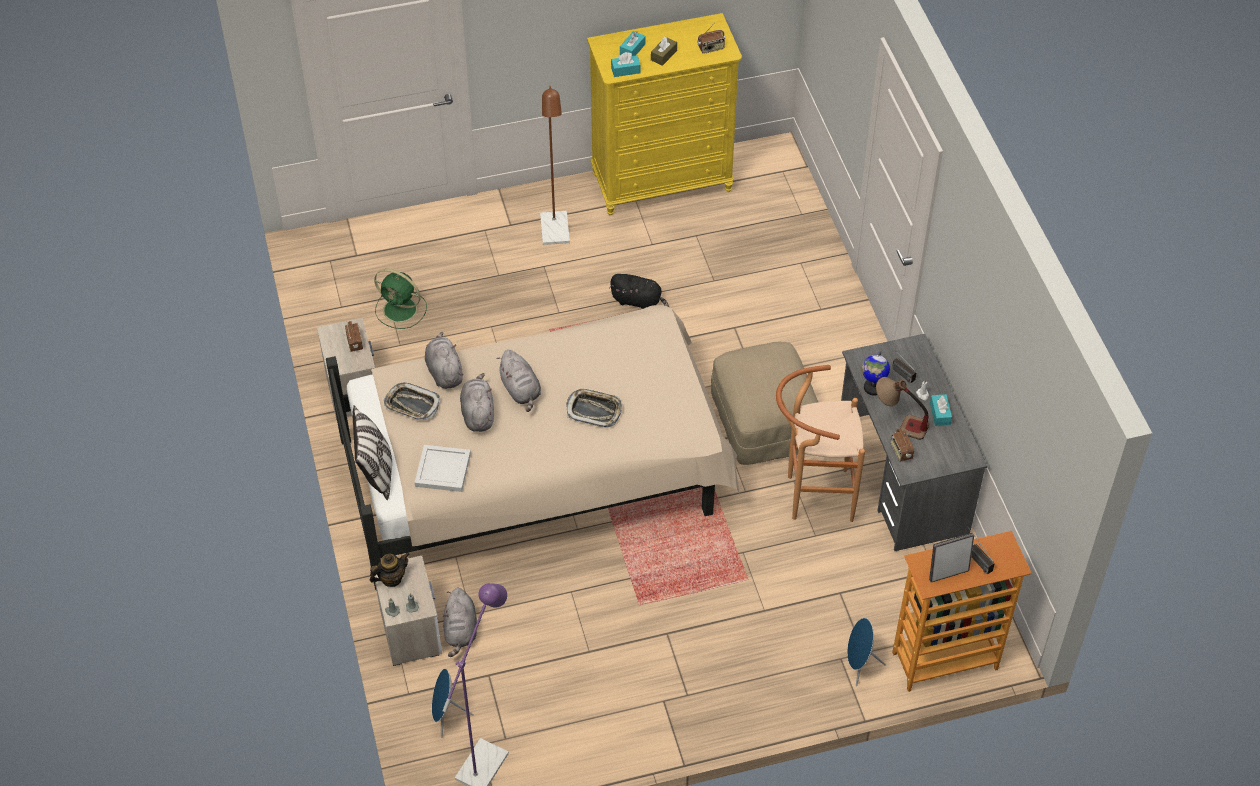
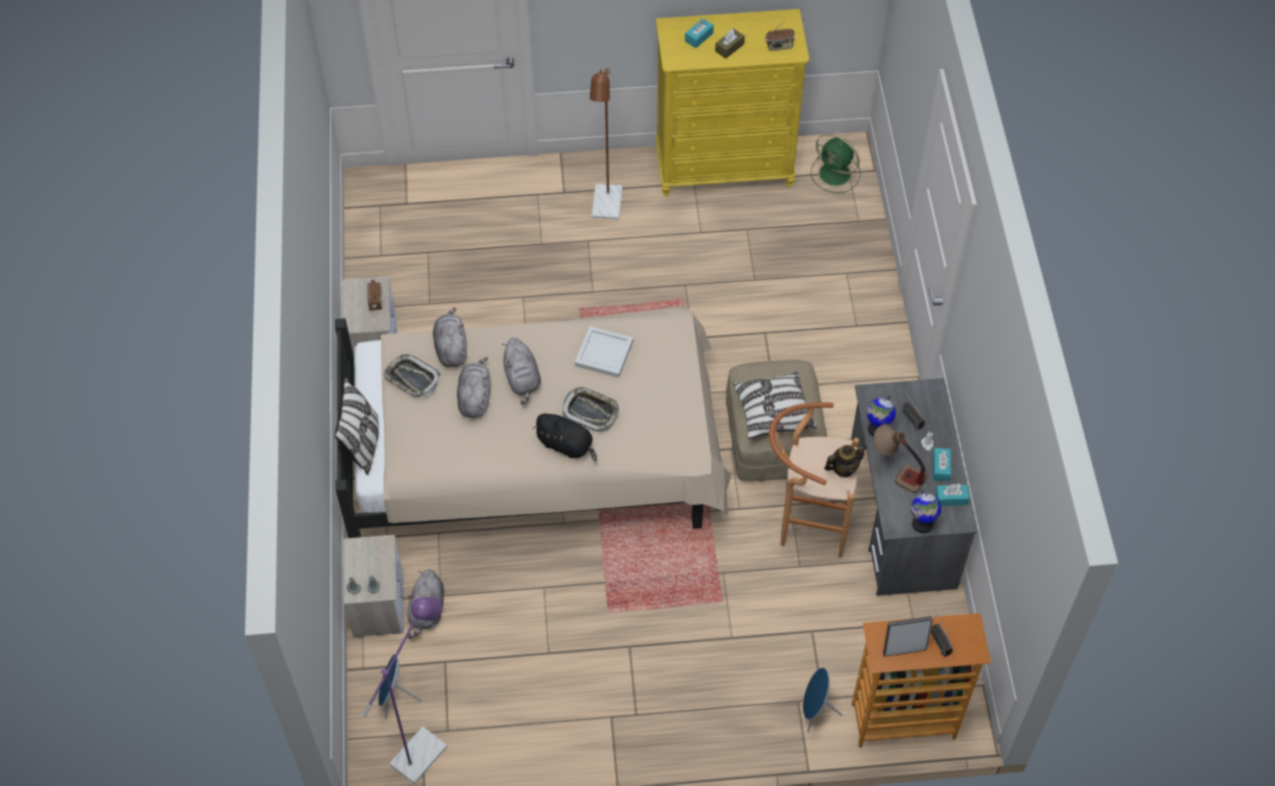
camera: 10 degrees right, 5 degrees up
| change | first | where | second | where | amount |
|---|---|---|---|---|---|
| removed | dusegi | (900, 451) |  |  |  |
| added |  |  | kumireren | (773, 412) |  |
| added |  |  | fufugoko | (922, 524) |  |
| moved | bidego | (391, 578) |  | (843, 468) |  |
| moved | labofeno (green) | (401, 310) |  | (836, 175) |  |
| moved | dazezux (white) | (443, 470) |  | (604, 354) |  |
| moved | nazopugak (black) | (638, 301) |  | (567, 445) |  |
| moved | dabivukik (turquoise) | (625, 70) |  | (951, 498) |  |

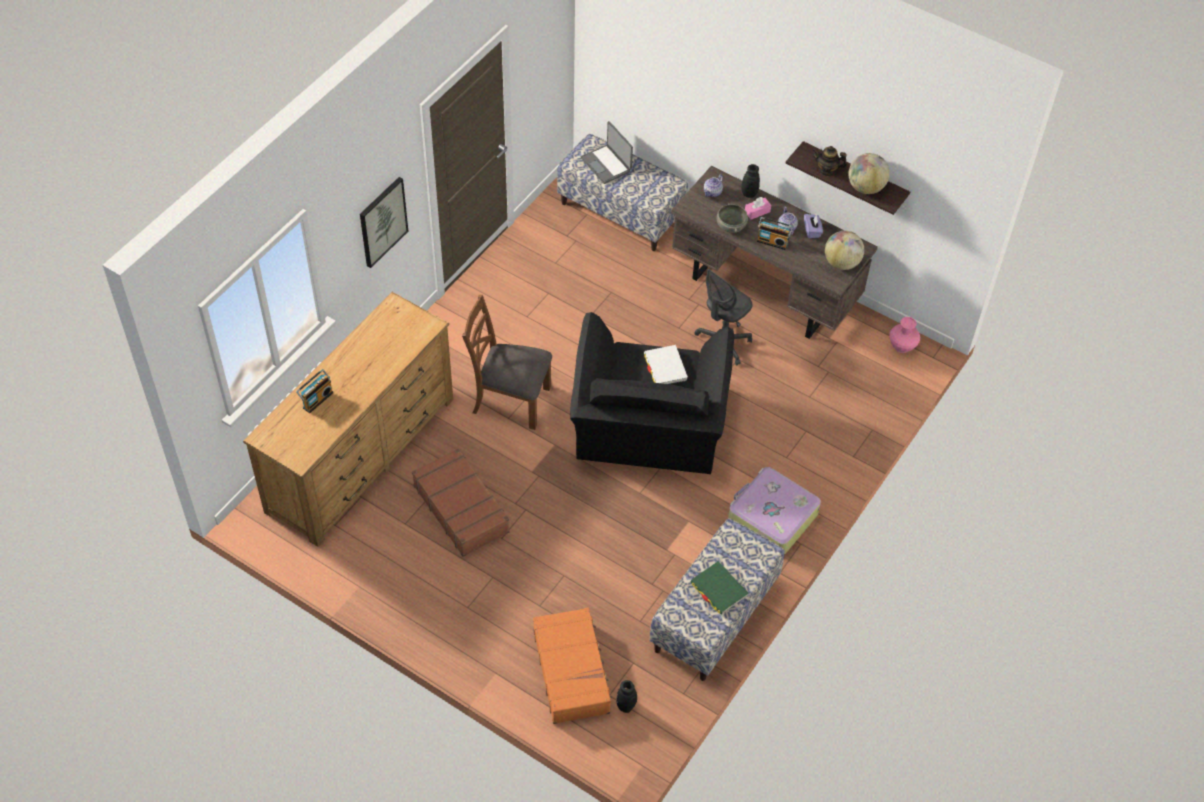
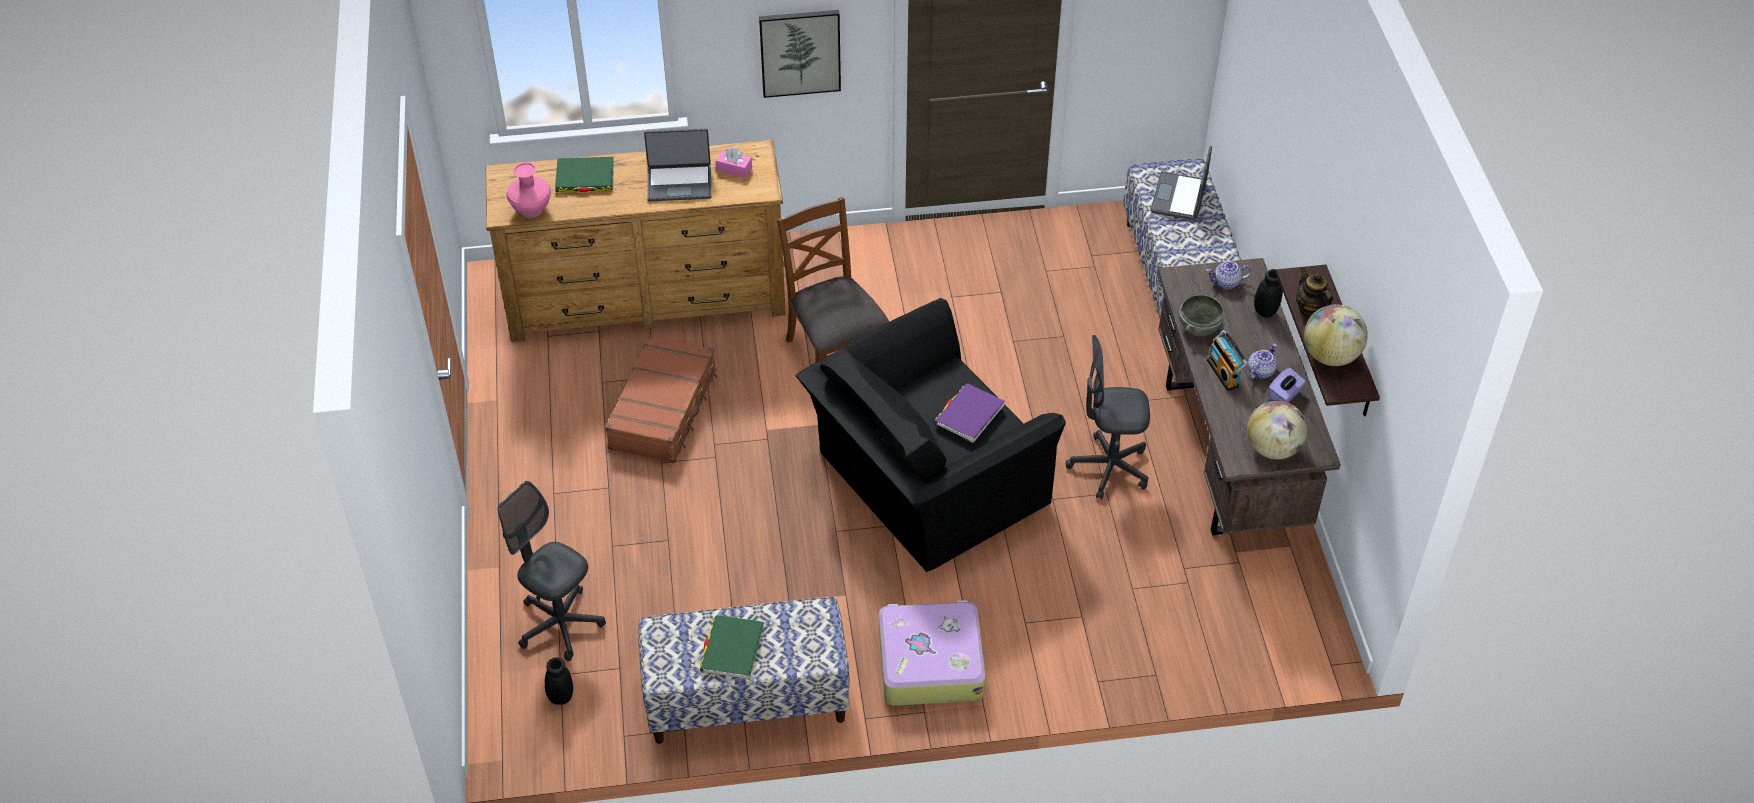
camera: 50 degrees right, 5 degrees down
| change | first | where | second | where | amount |
|---|---|---|---|---|---|
| added |  |  | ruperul | (679, 183) |  |
| moved | dabivukik (pink) | (757, 212) |  | (734, 169) |  |
| moved | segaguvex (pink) | (901, 346) |  | (531, 209) |  |
| replaced | dusegi | (316, 399) | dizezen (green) | (585, 177) |  |
| replaced | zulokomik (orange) | (572, 671) | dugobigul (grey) | (560, 624) |  |
| recoloured | dizezen (white) | (665, 367) | dizezen (purple) | (969, 415) |  |

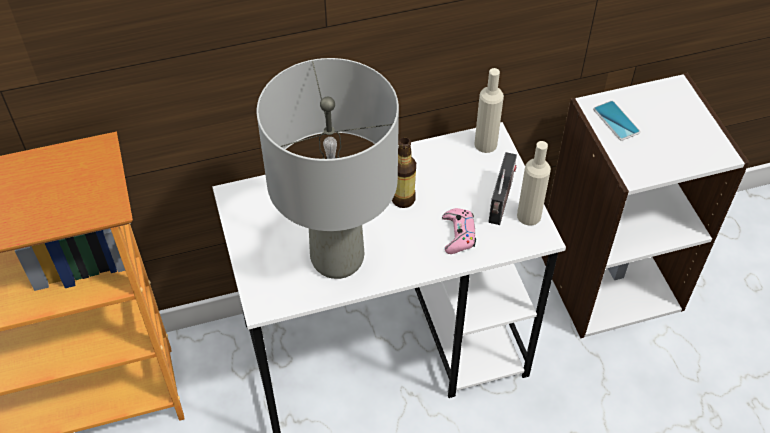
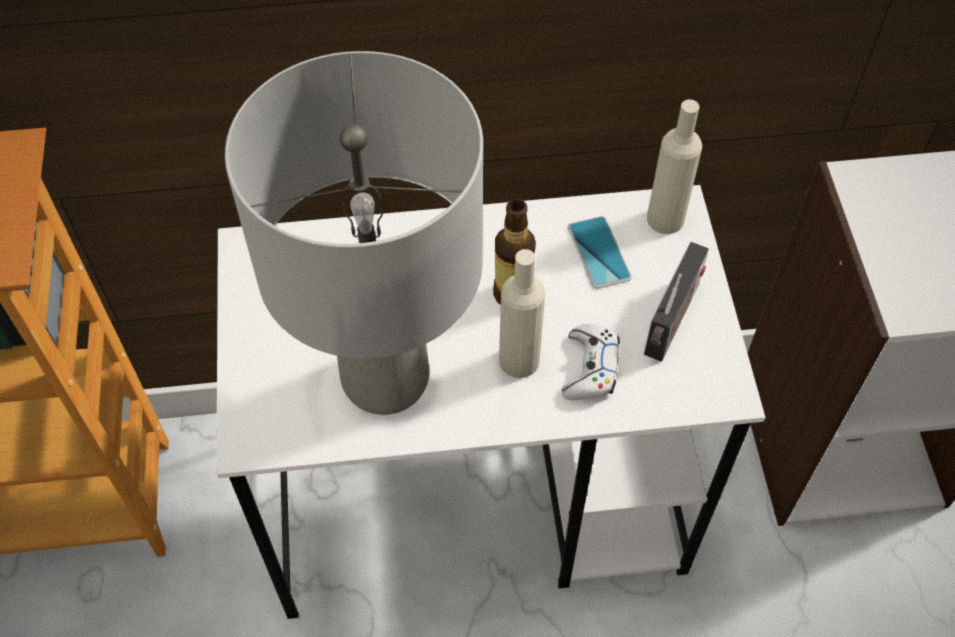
camera: 10 degrees right, 5 degrees up
| change | first | where | second | where | amount |
|---|---|---|---|---|---|
| moved | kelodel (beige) | (529, 215) |  | (519, 360) |  |
| moved | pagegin | (616, 121) |  | (598, 253) |  |
| recoloured | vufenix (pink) | (458, 235) | vufenix (white) | (590, 368) |  |

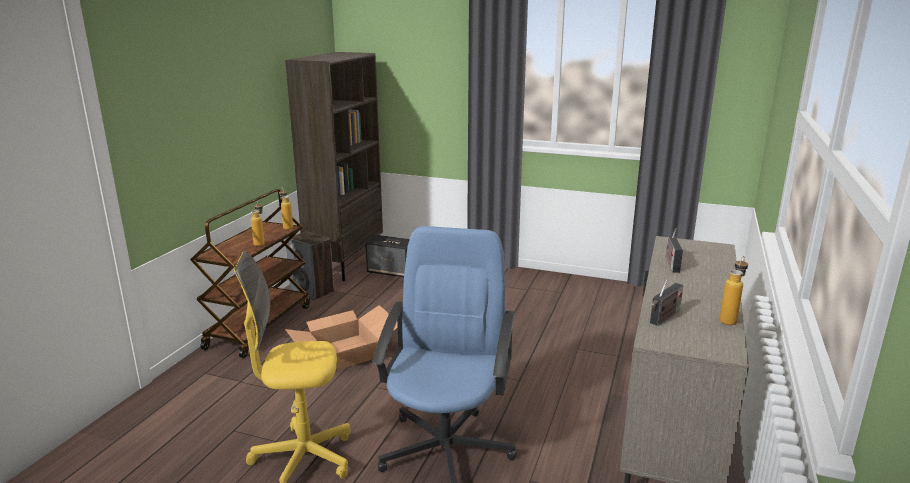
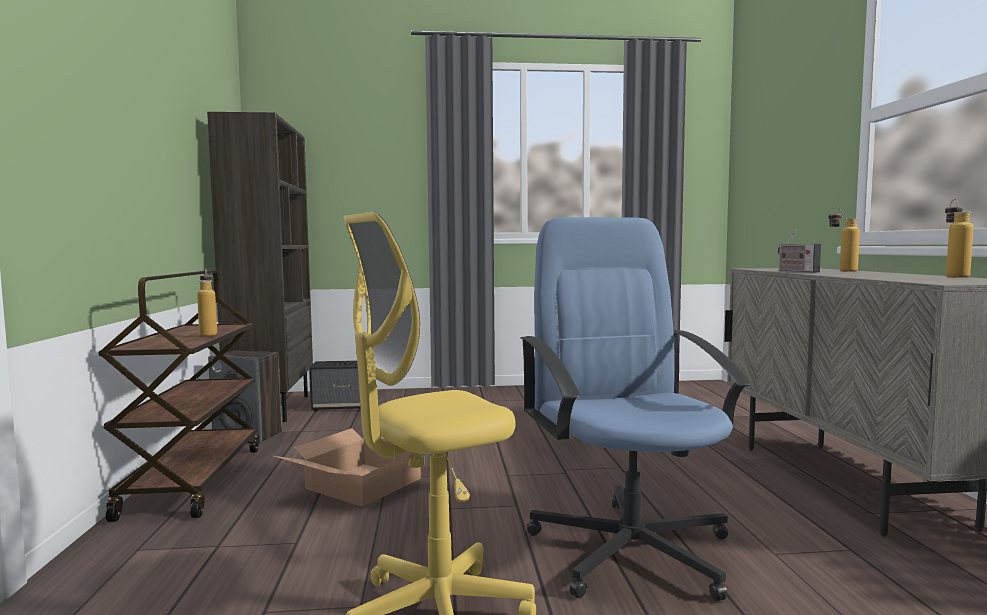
camera: 25 degrees left, 15 degrees down
| change | first | where | second | where | amount |
|---|---|---|---|---|---|
| removed | dusegi | (664, 317) |  |  |  |
| moved | kelodel | (287, 227) |  | (841, 271) |  |

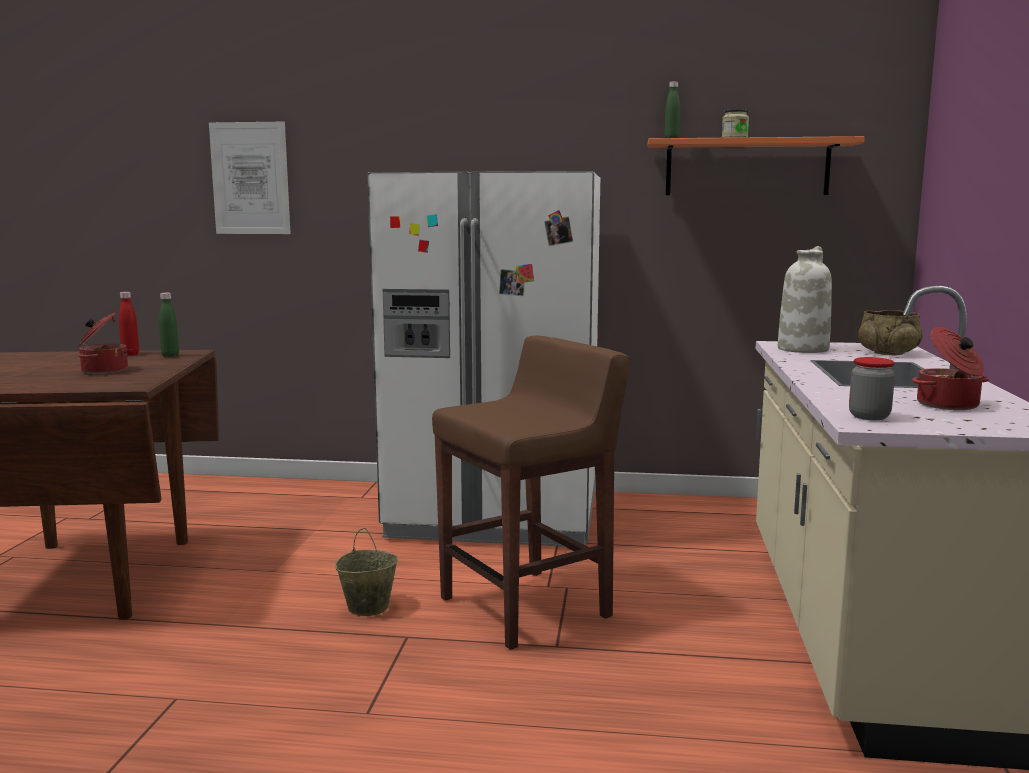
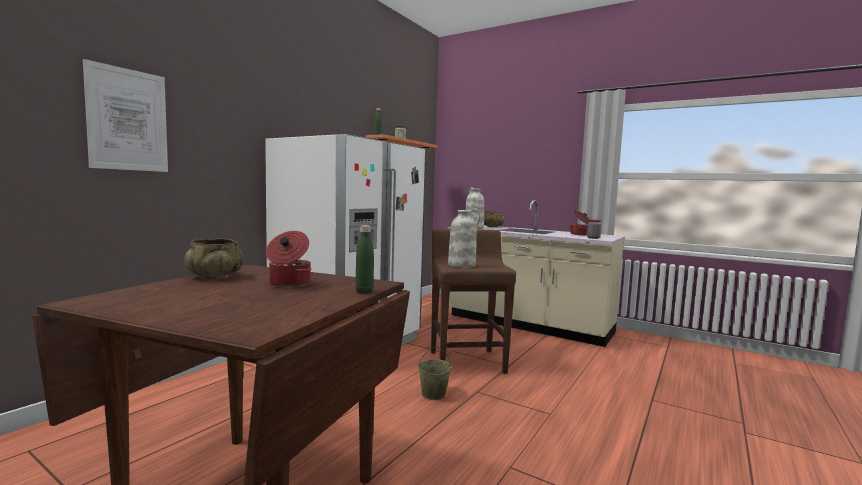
camera: 65 degrees left, 5 degrees down
| change | first | where | second | where | amount |
|---|---|---|---|---|---|
| added |  |  | segaguvex (white) | (462, 265) |  |
| moved | kelodel (green) | (170, 355) |  | (364, 291) |  |
| replaced | kelodel (red) | (130, 354) | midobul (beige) | (215, 276) |  |

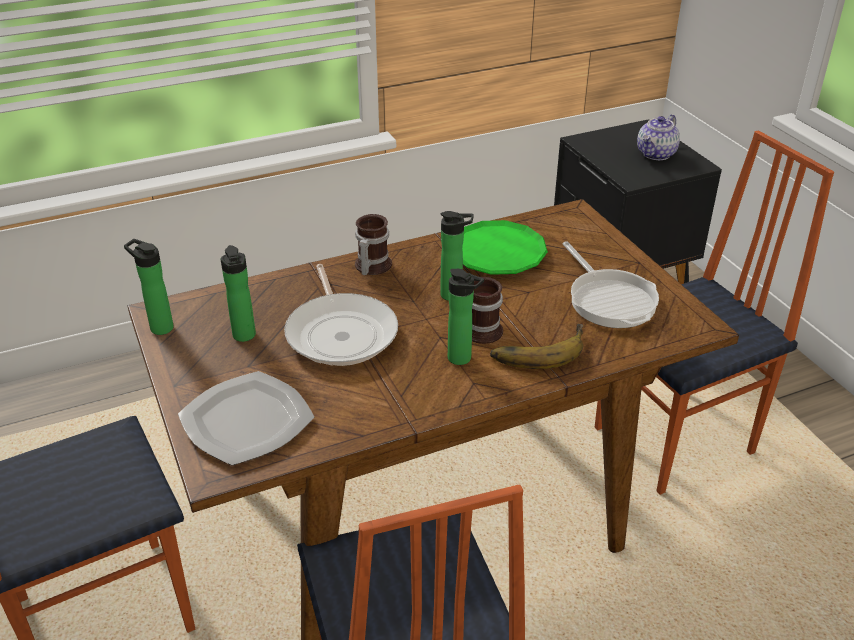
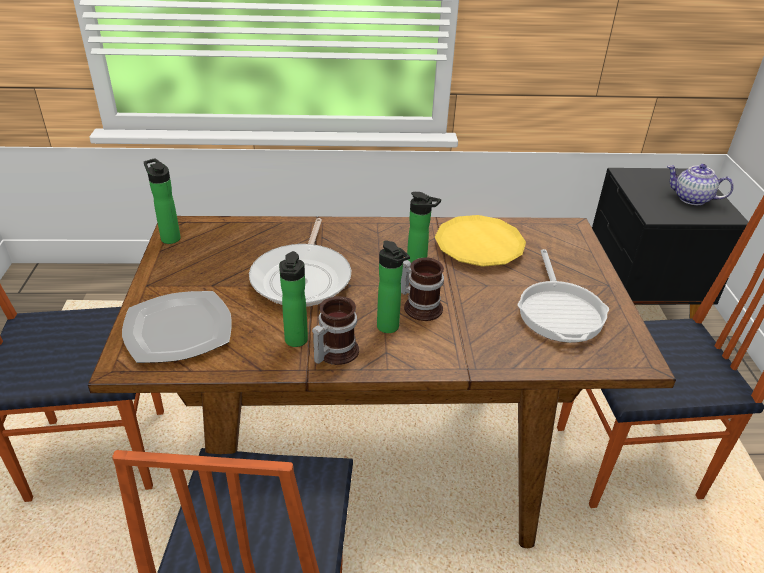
camera: 20 degrees right, 0 degrees up
| change | first | where | second | where | amount |
|---|---|---|---|---|---|
| removed | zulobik | (537, 349) |  |  |  |
| moved | kelodel | (245, 337) |  | (295, 342) |  |
| moved | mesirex | (370, 266) |  | (333, 352) |  |
| recoloured | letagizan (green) | (497, 254) | letagizan (yellow) | (479, 246) |  |
| turned | bidego | (656, 154) |  | (691, 199) | 60 degrees clockwise |

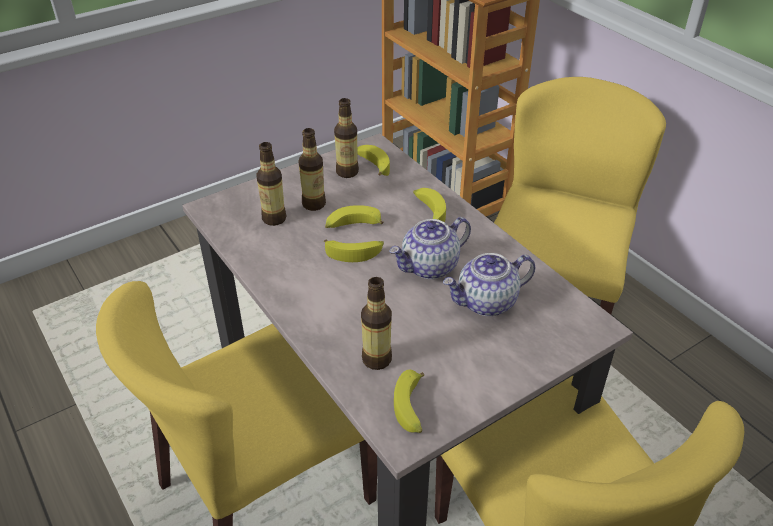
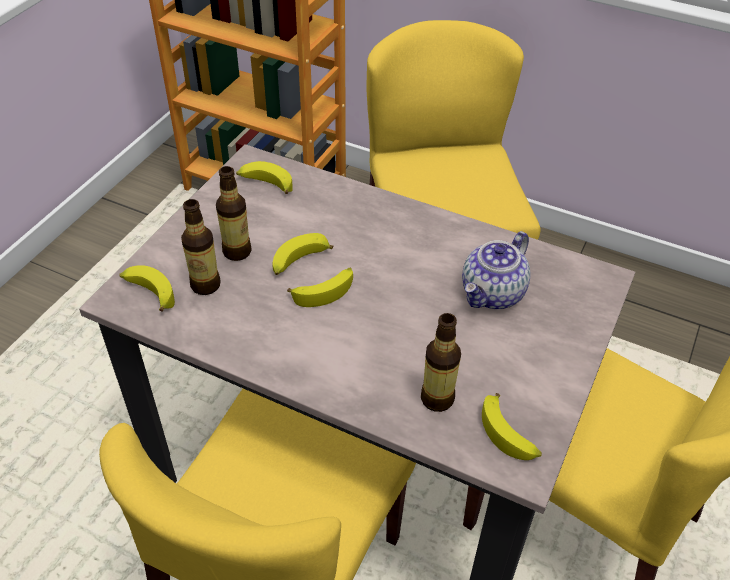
camera: 30 degrees left, 5 degrees up
| change | first | where | second | where | amount |
|---|---|---|---|---|---|
| removed | kelodel | (347, 172) |  |  |  |
| removed | bidego | (430, 267) |  |  |  |
| moved | zulobik | (428, 211) |  | (148, 293) |  |

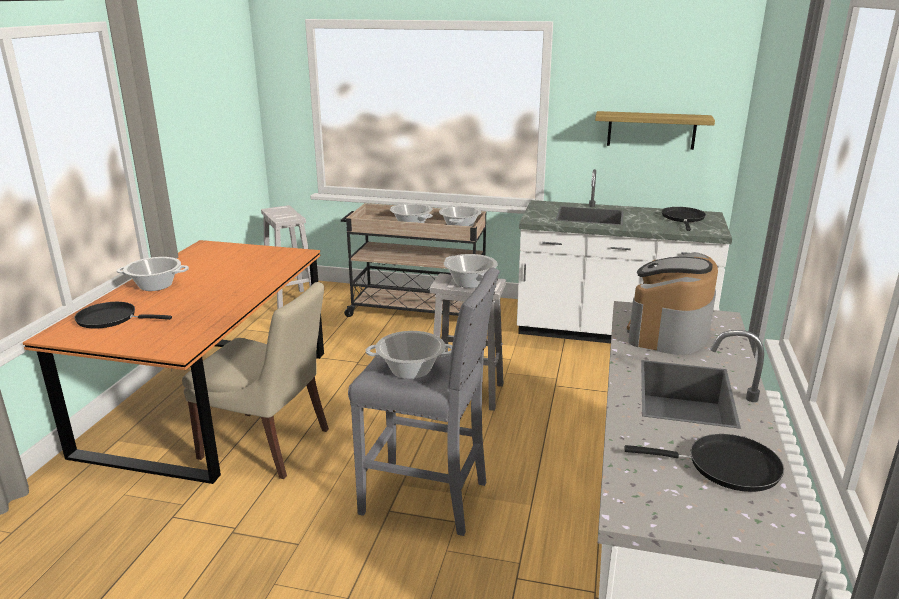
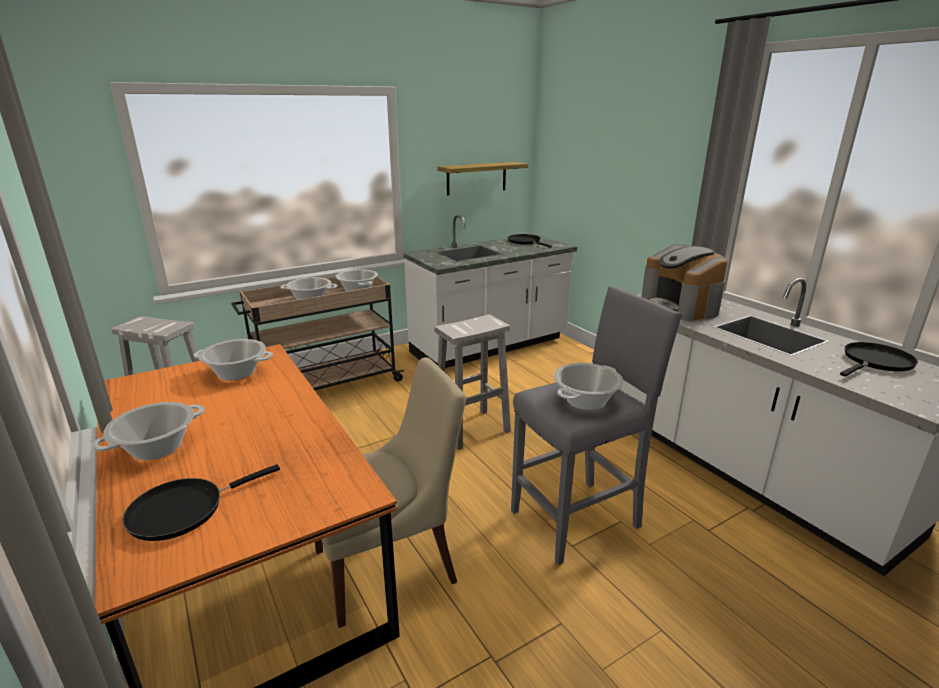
camera: 45 degrees left, 0 degrees up
| change | first | where | second | where | amount |
|---|---|---|---|---|---|
| moved | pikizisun | (470, 282) |  | (236, 373) |  |

